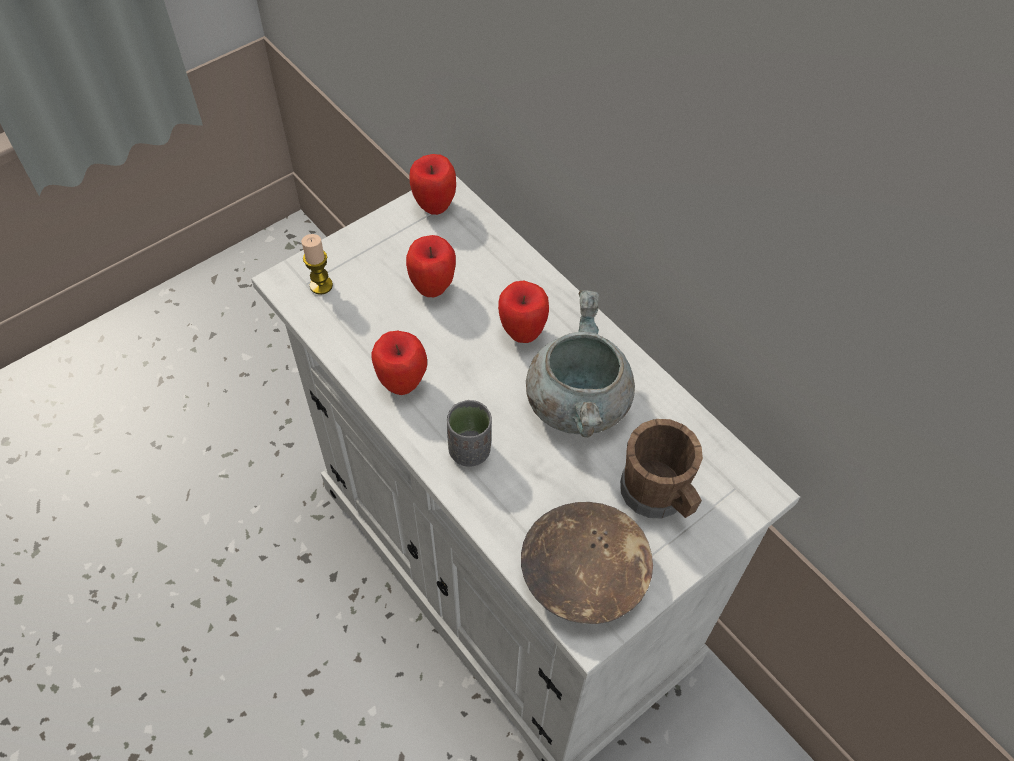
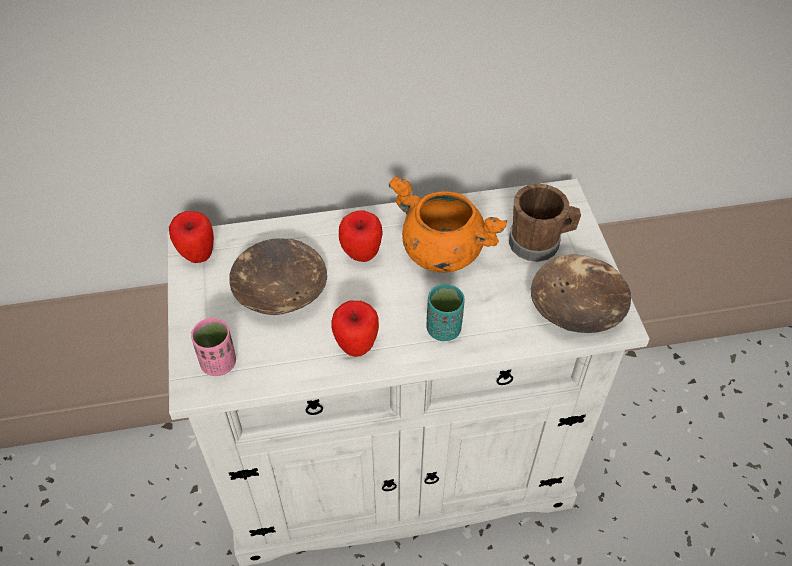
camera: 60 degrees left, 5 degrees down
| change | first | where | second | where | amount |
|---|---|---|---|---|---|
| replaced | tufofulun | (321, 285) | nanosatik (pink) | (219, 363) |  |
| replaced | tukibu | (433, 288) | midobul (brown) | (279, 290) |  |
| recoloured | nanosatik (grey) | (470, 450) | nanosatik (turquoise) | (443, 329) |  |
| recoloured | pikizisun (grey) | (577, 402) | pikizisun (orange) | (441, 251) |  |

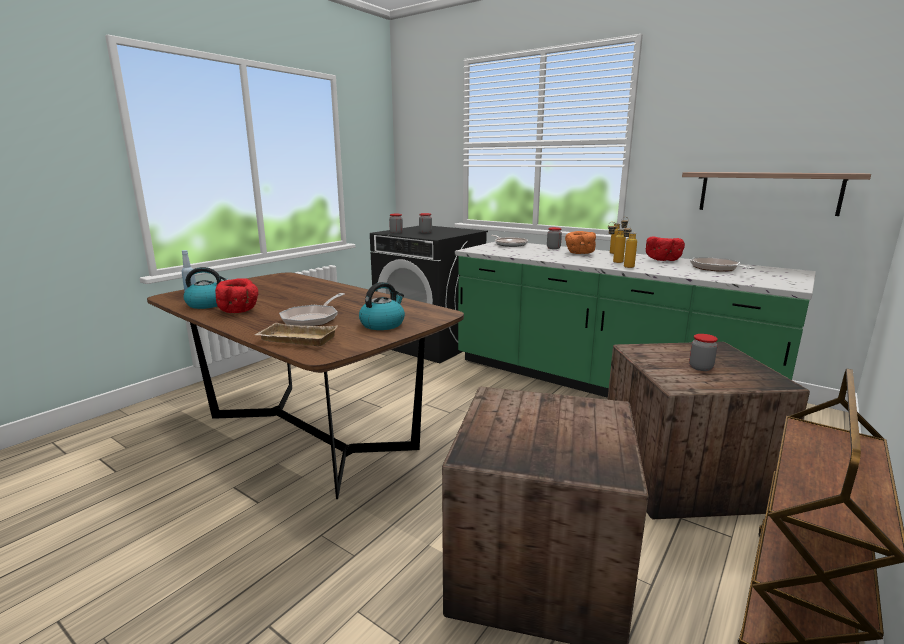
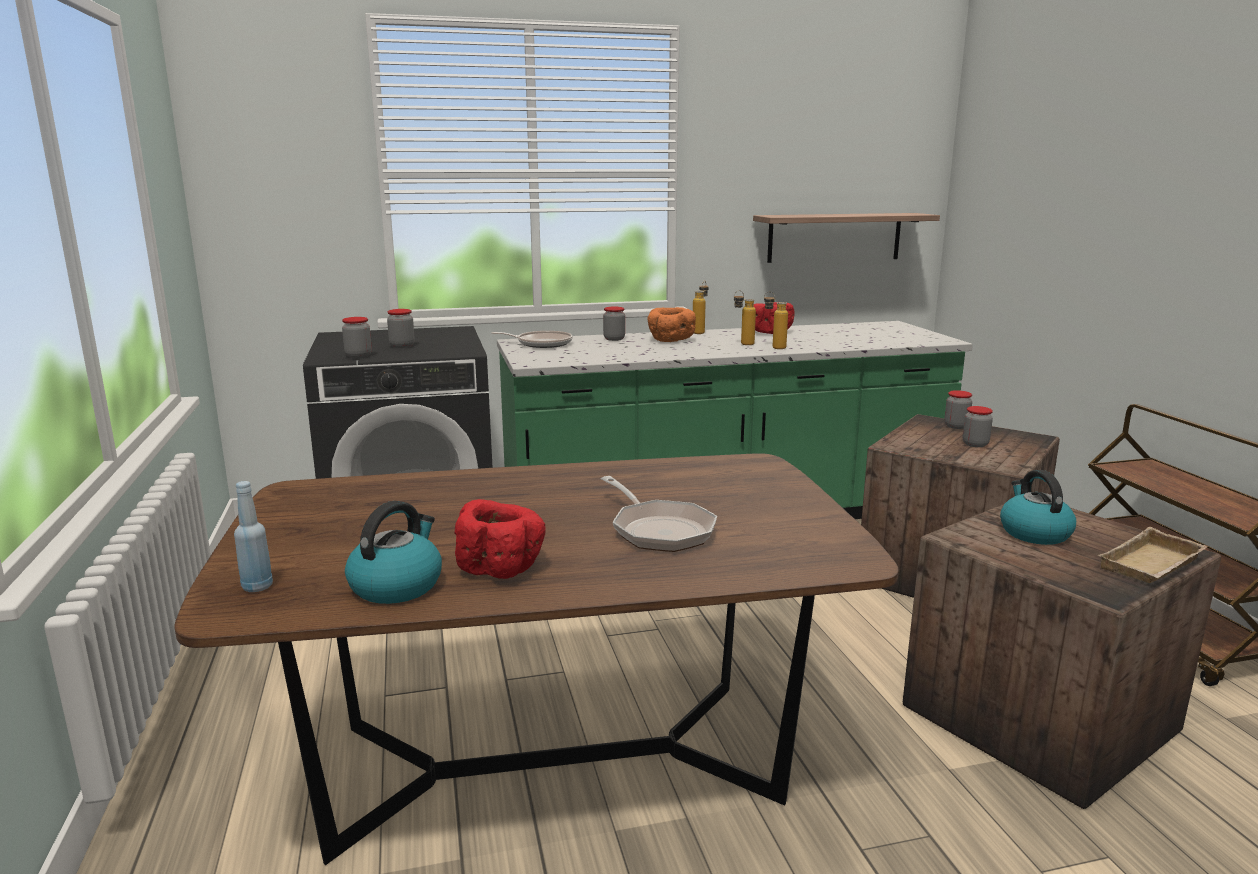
camera: 50 degrees left, 0 degrees up
| change | first | where | second | where | amount |
|---|---|---|---|---|---|
| removed | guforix | (716, 268) |  |  |  |
| added |  |  | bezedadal | (956, 426) |  |
| moved | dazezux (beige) | (296, 340) |  | (1153, 566) |  |
| moved | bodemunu | (383, 324) |  | (1033, 533) |  |

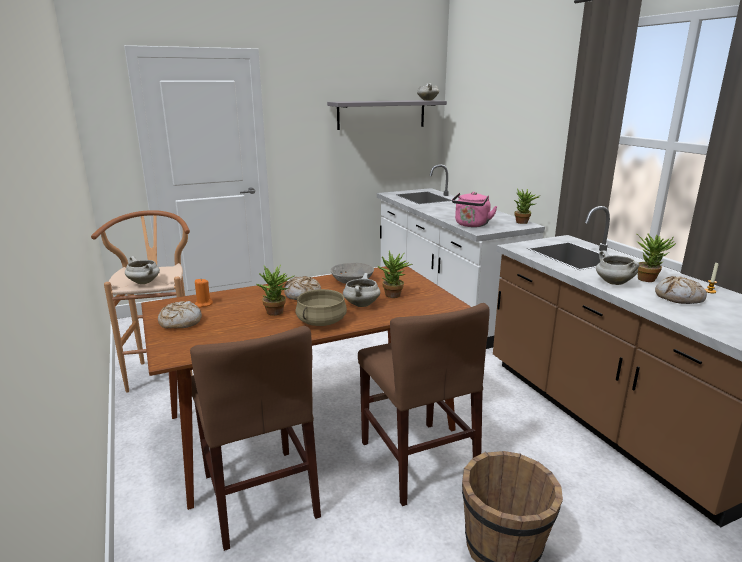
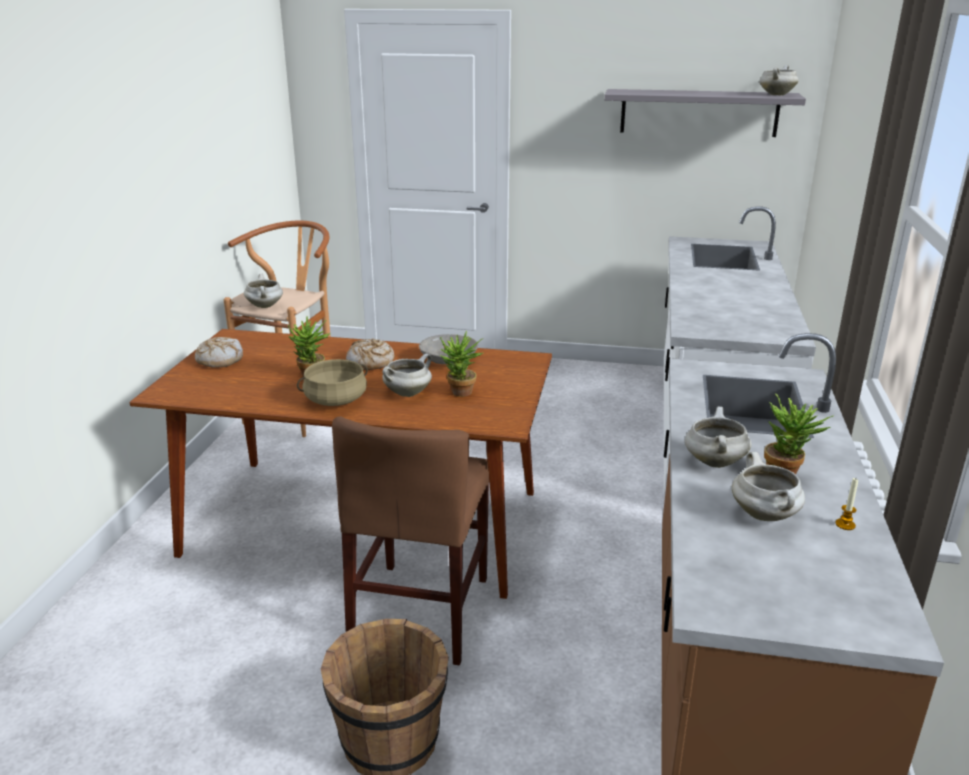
camera: 35 degrees right, 5 degrees up
| change | first | where | second | where | amount |
|---|---|---|---|---|---|
| removed | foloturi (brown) | (259, 495) |  |  |  |
| removed | tufofulun (orange) | (203, 304) |  |  |  |
| removed | bodemunu (pink) | (471, 225) |  |  |  |
| removed | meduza | (524, 223) |  |  |  |
| replaced | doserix | (679, 297) | pikizisun (white) | (765, 515) |  |

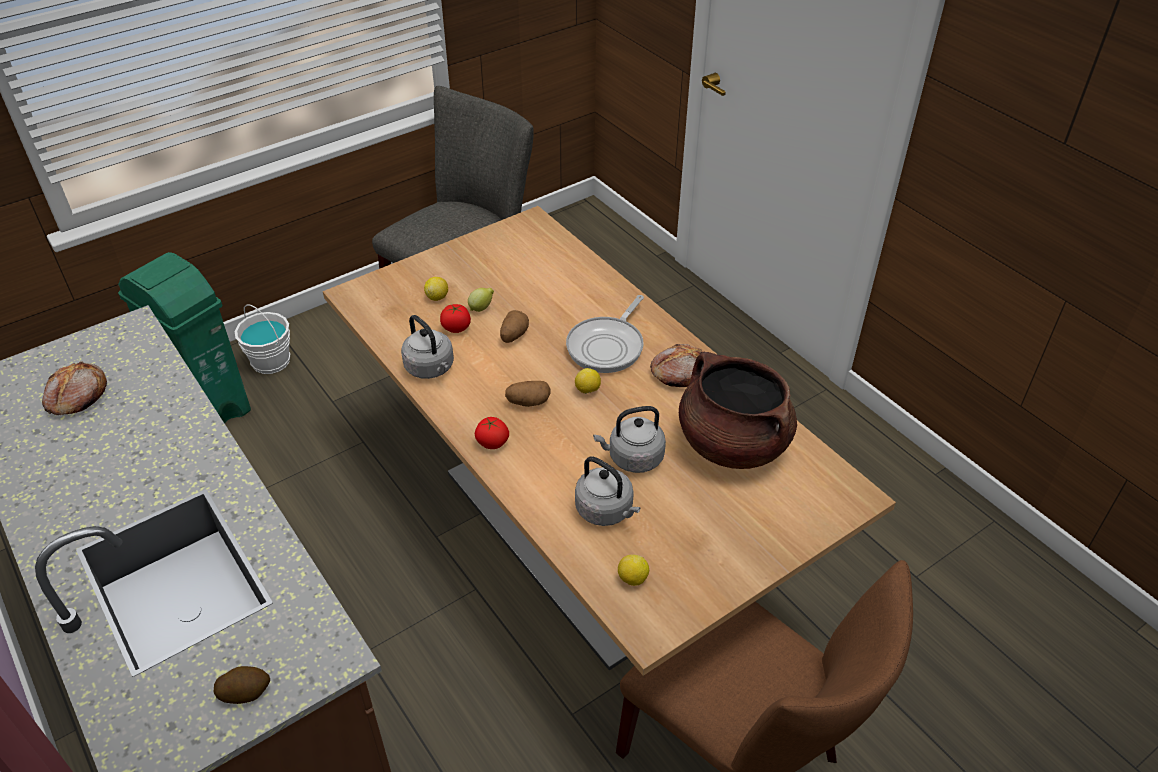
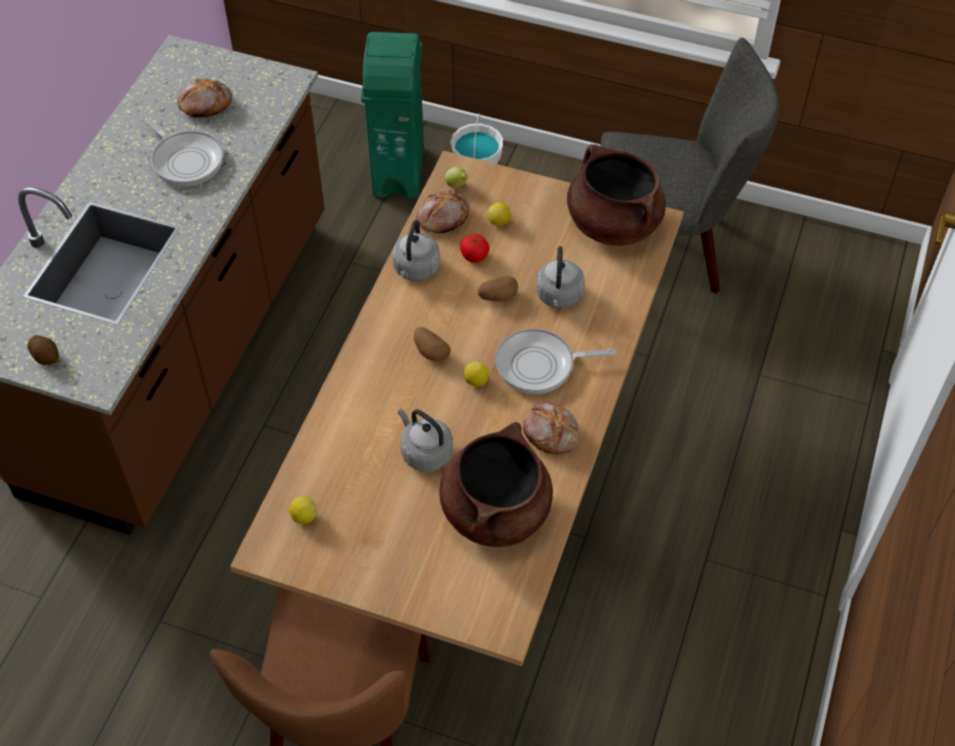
camera: 55 degrees right, 10 degrees up
| change | first | where | second | where | amount |
|---|---|---|---|---|---|
| removed | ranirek | (492, 442) |  |  |  |
| added |  |  | guforix | (185, 160) |  |
| added |  |  | doserix | (442, 217) |  |
| added |  |  | pikizisun (brown) | (612, 224) |  |
| moved | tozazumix | (481, 308) |  | (457, 185) |  |
| moved | bodemunu (grey) | (606, 511) |  | (559, 296) |  |

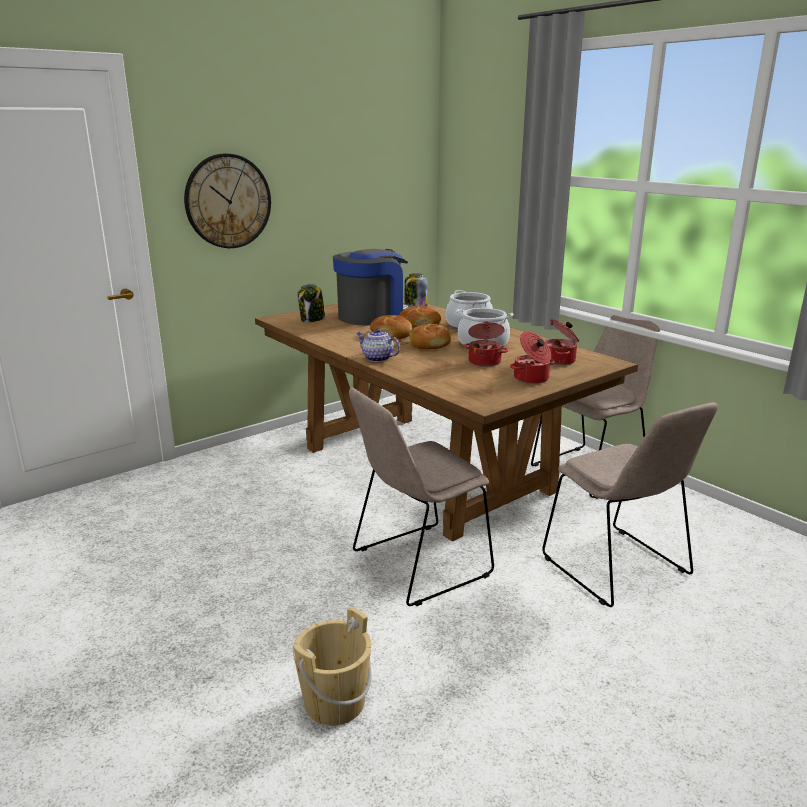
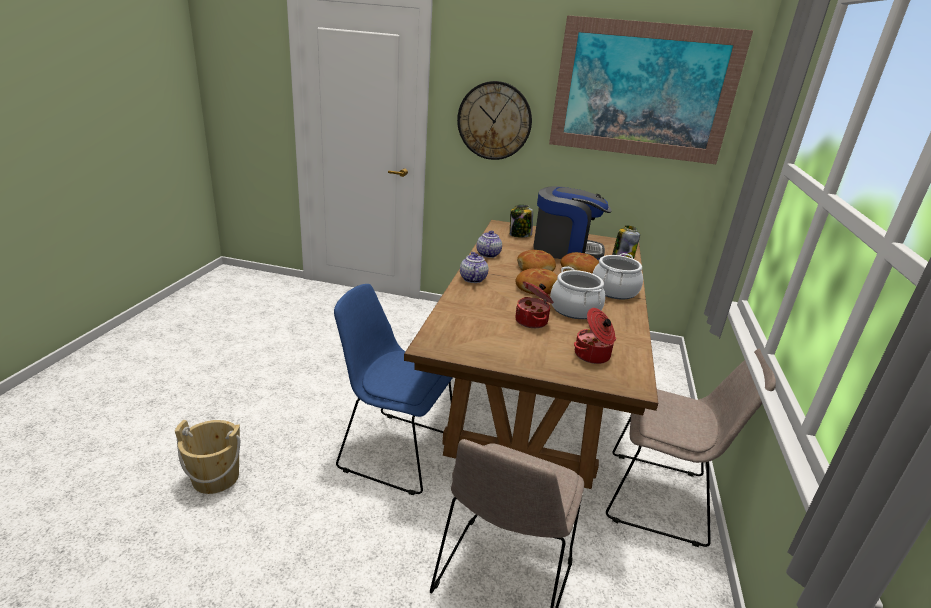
camera: 50 degrees right, 5 degrees up
| change | first | where | second | where | amount |
|---|---|---|---|---|---|
| removed | pikizisun | (531, 379) |  |  |  |
| added |  |  | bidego | (488, 254) |  |
| added |  |  | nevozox | (643, 91) |  |
| recoloured | foloturi (beige) | (417, 565) | foloturi (blue) | (394, 450) |  |

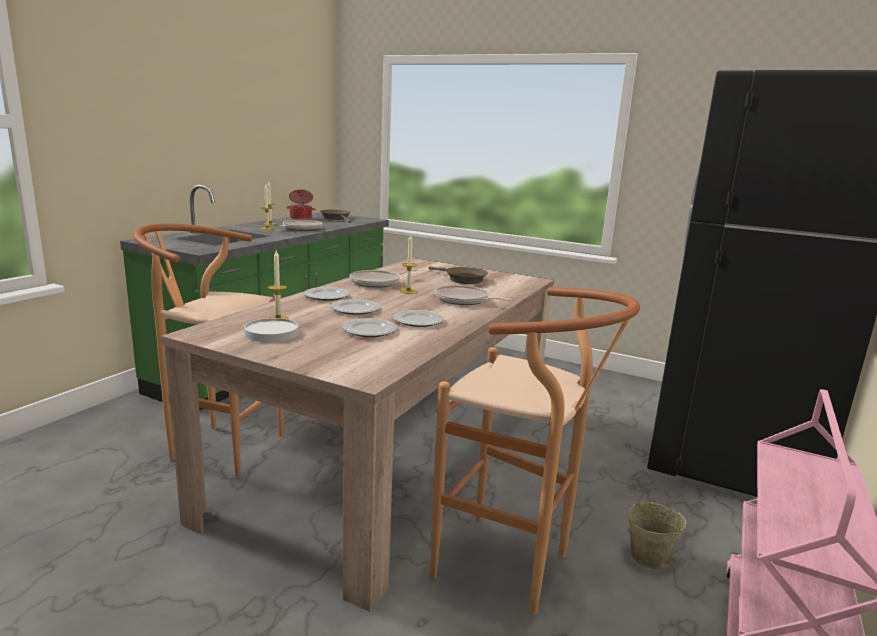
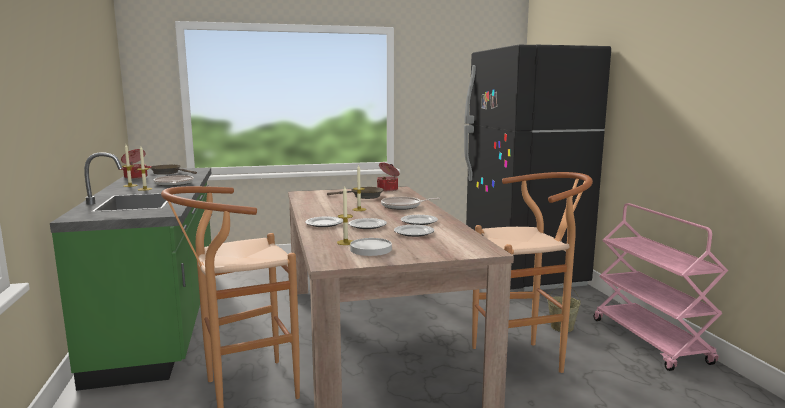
camera: 40 degrees left, 5 degrees down
| change | first | where | second | where | amount |
|---|---|---|---|---|---|
| removed | guforix | (377, 282) |  |  |  |
| added |  |  | pikizisun | (388, 189) |  |

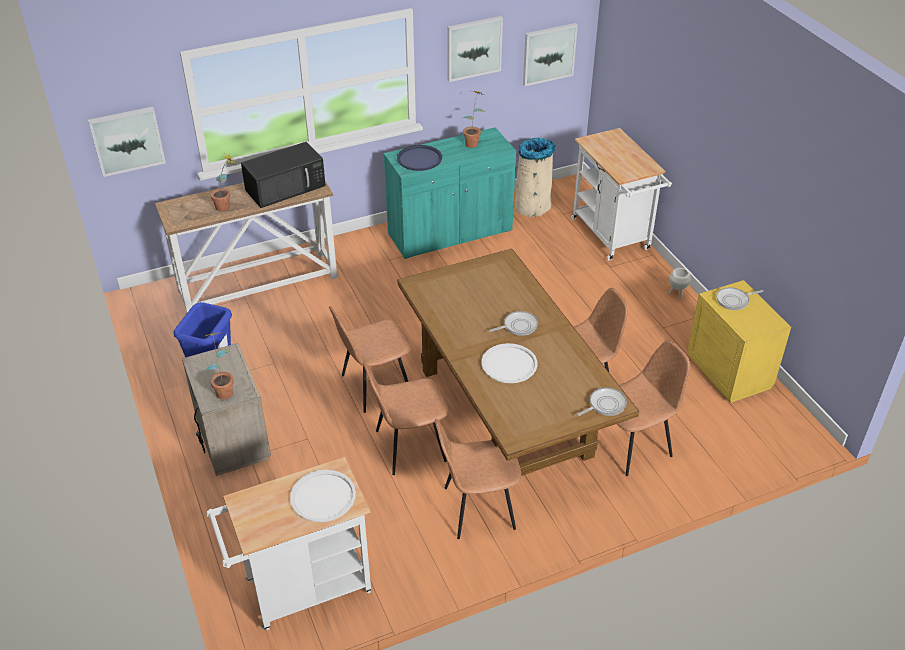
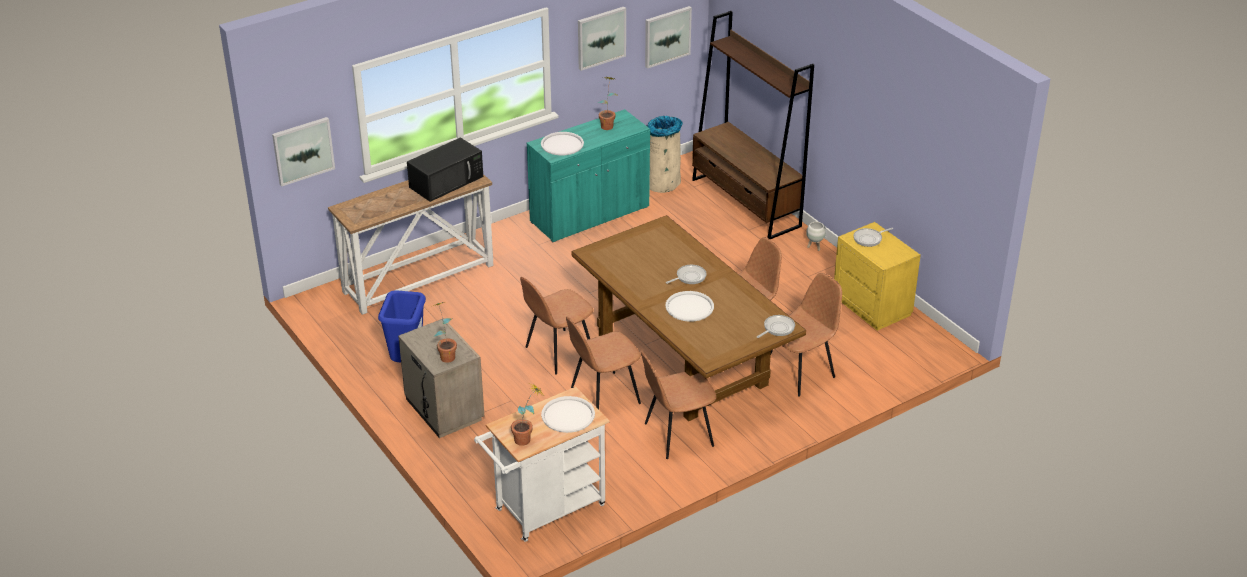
camera: 10 degrees left, 5 degrees down
| change | first | where | second | where | amount |
|---|---|---|---|---|---|
| moved | meduza | (227, 207) |  | (527, 439) |  |
| replaced | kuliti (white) | (613, 237) | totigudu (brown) | (746, 203) |  |
| recoloured | dazezux (blue) | (419, 158) | dazezux (white) | (562, 144) |  |

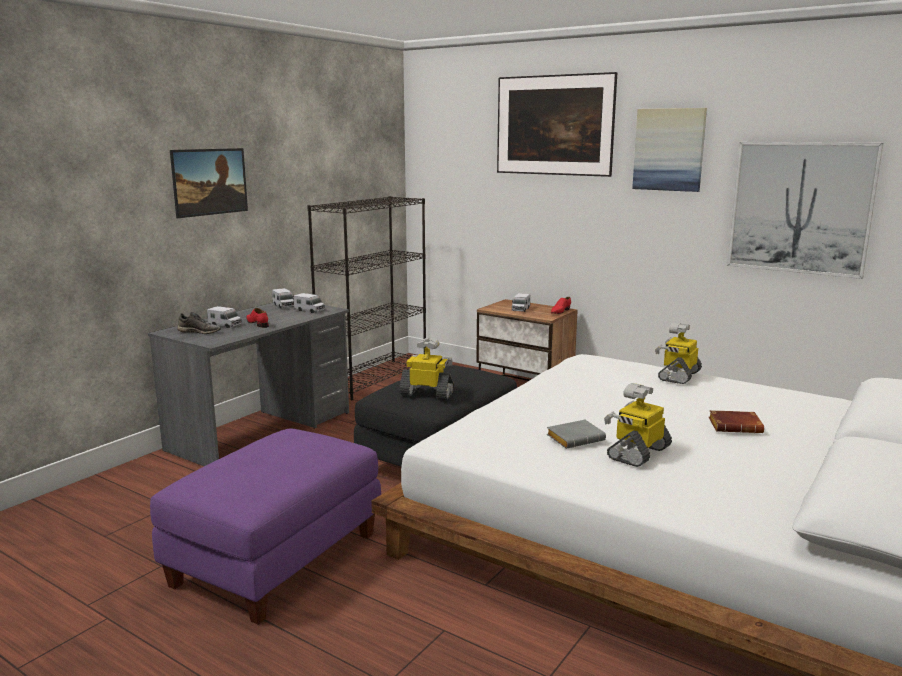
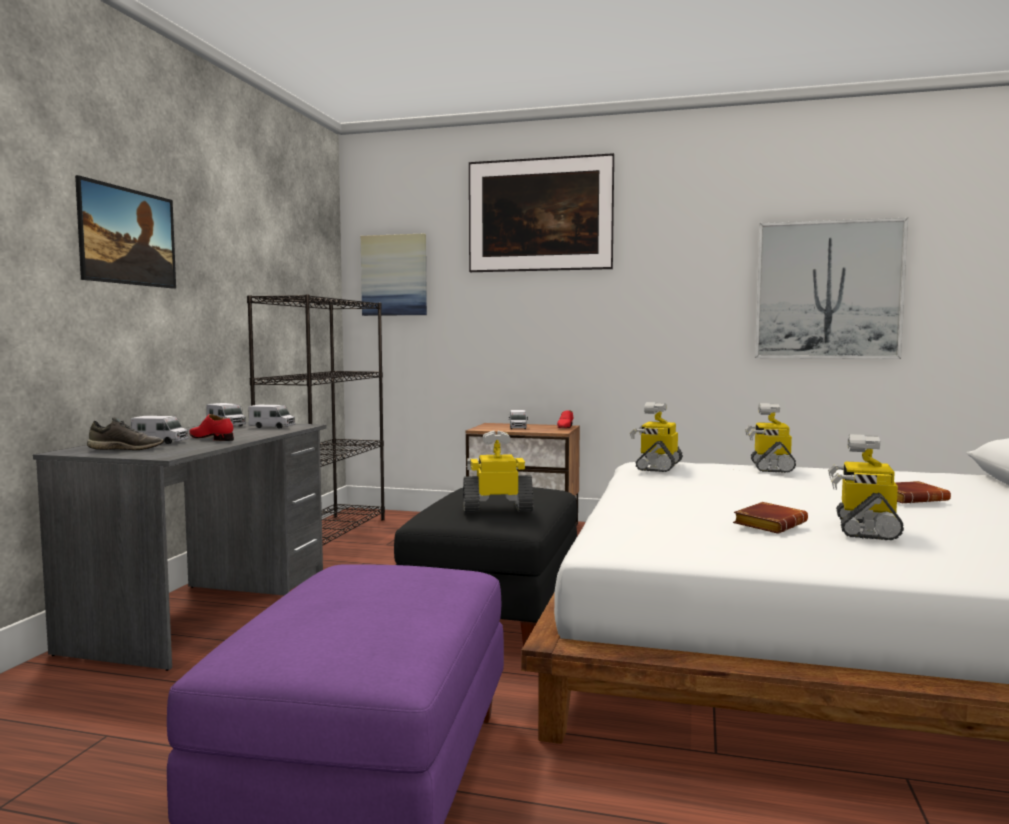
camera: 20 degrees left, 10 degrees down
| change | first | where | second | where | amount |
|---|---|---|---|---|---|
| added |  |  | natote | (658, 466) |  |
| moved | nevozox | (669, 149) |  | (394, 275) |  |
| recoloured | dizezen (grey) | (576, 438) | dizezen (brown) | (769, 524) |  |

